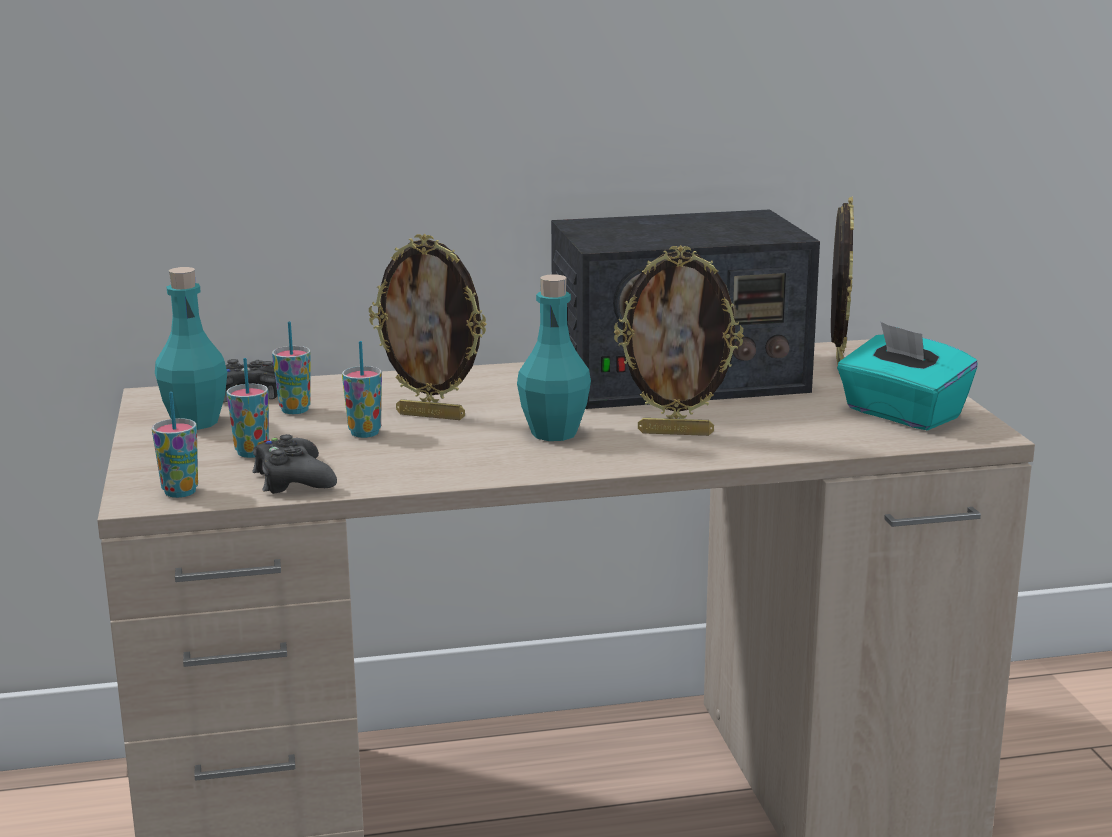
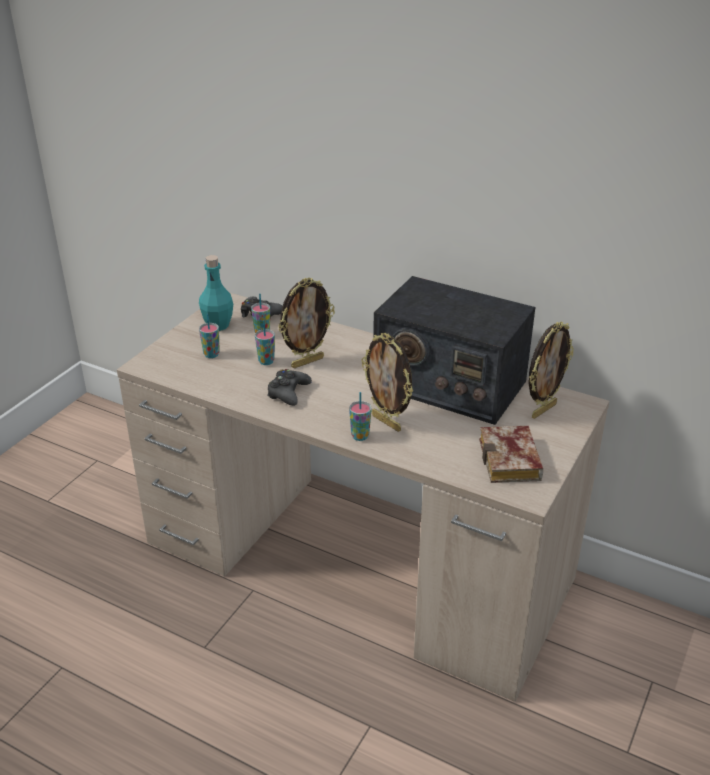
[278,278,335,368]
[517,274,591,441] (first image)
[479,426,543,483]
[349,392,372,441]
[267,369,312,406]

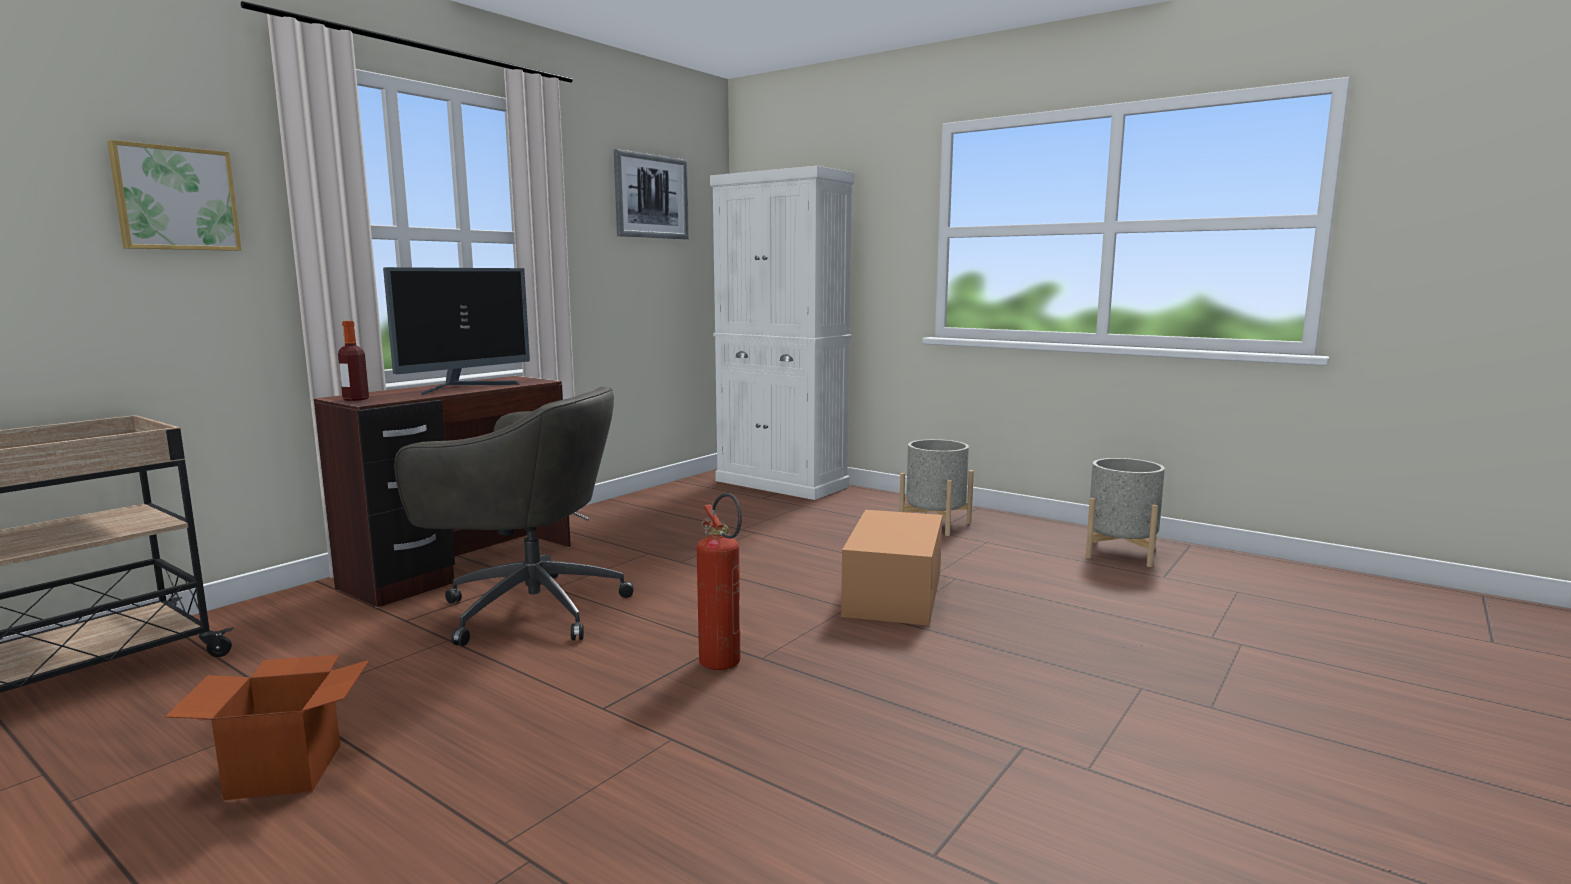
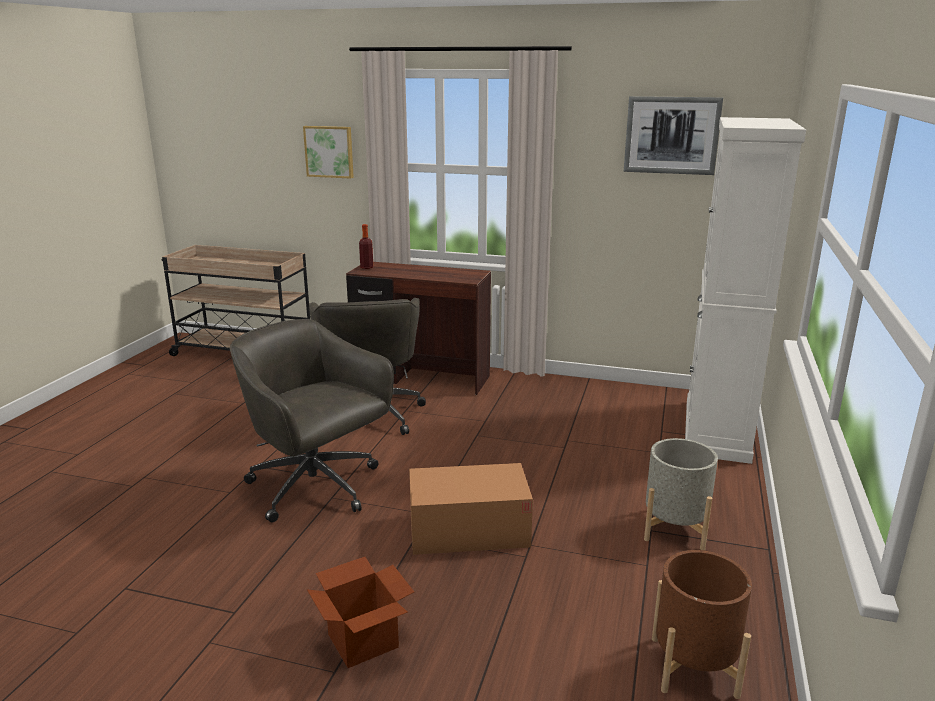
[383,267,530,395] (first image)
[652,550,752,699]
[230,319,394,523]
[307,557,414,668]

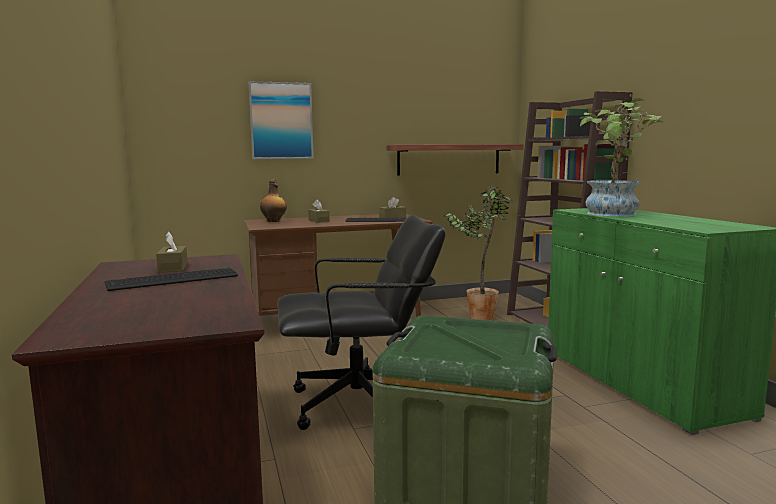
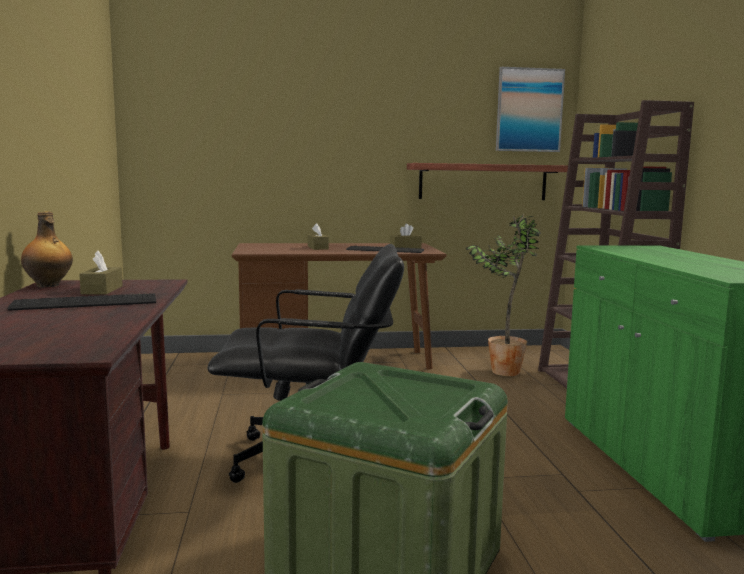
[496,67,565,152]
[580,98,663,216] (first image)
[21,211,73,287]

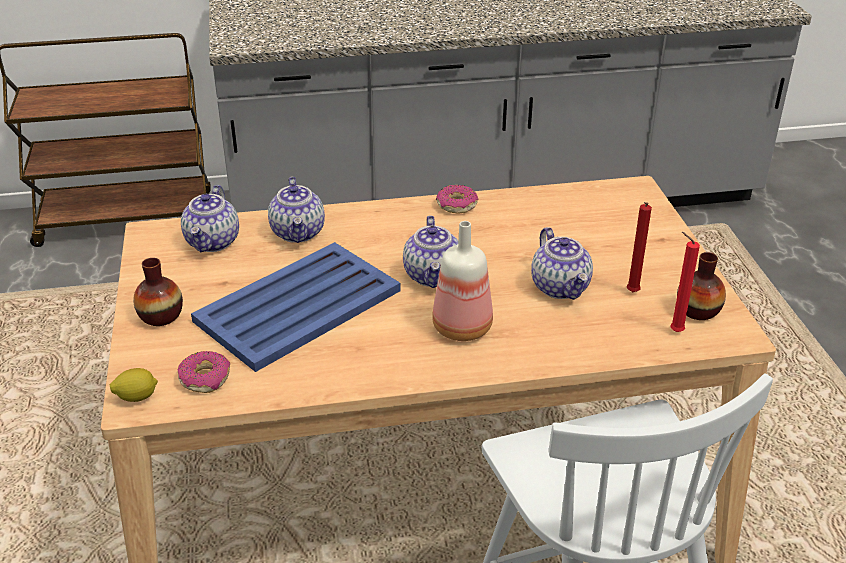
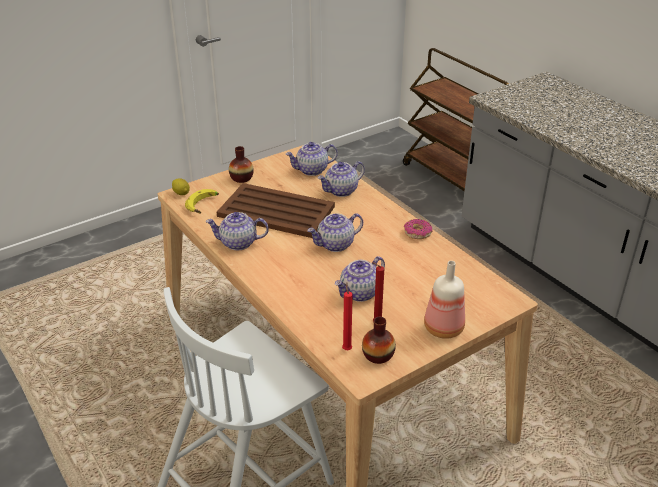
[424,261,465,339]
[217,183,335,238]
[185,189,219,213]
[206,212,269,250]

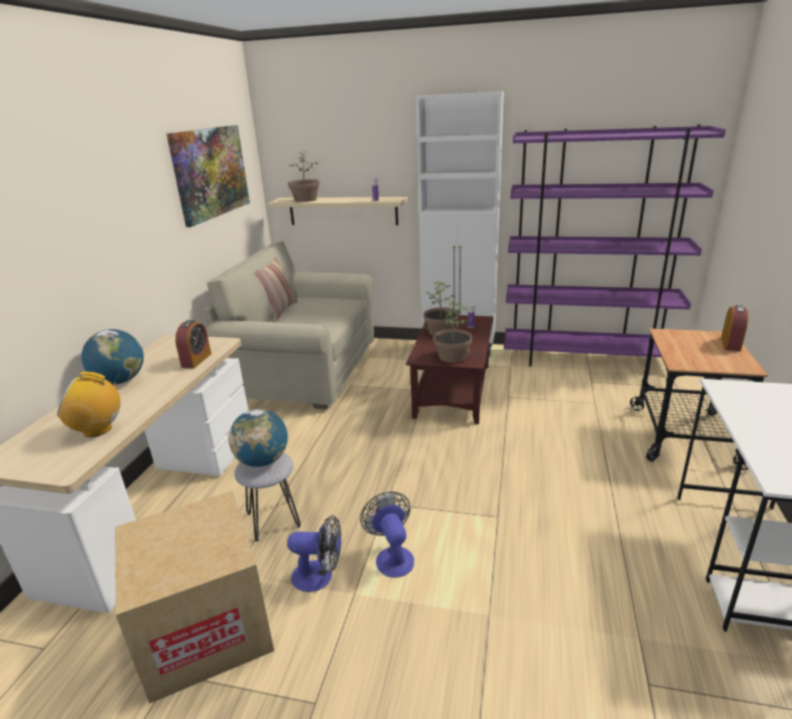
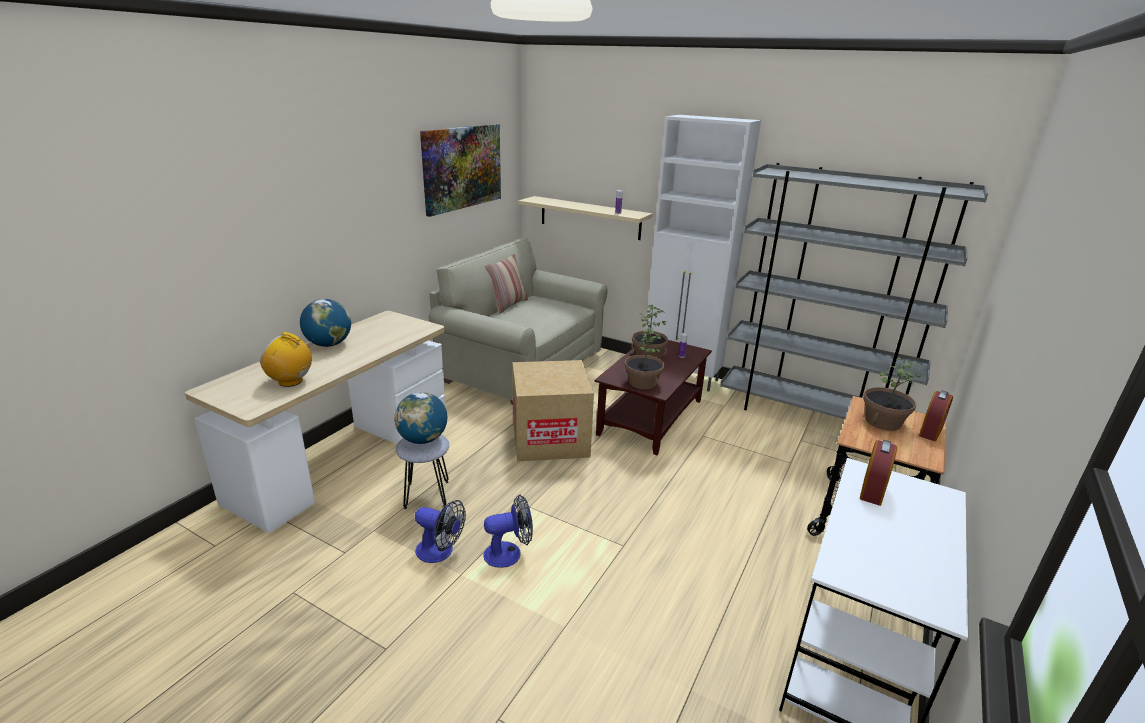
[720,163,988,419]
[863,359,921,431]
[860,440,897,506]
[513,360,594,462]
[483,495,533,568]

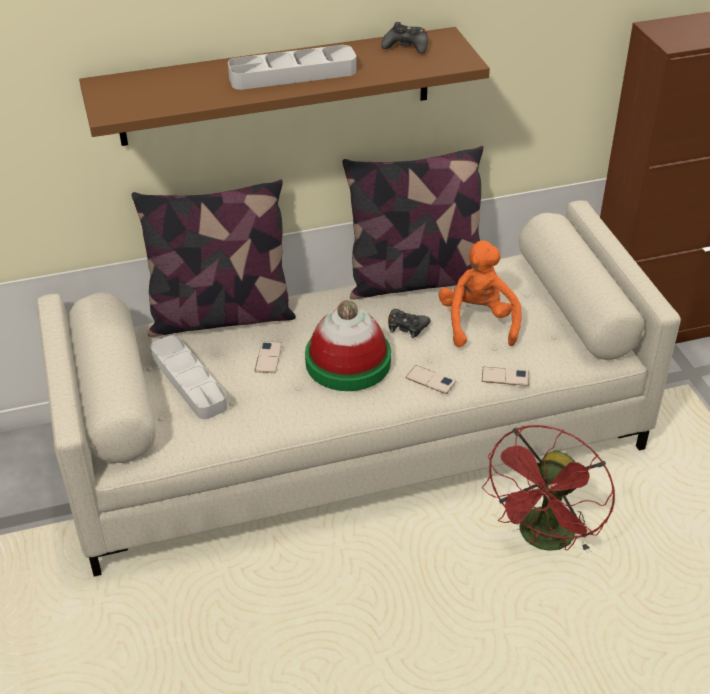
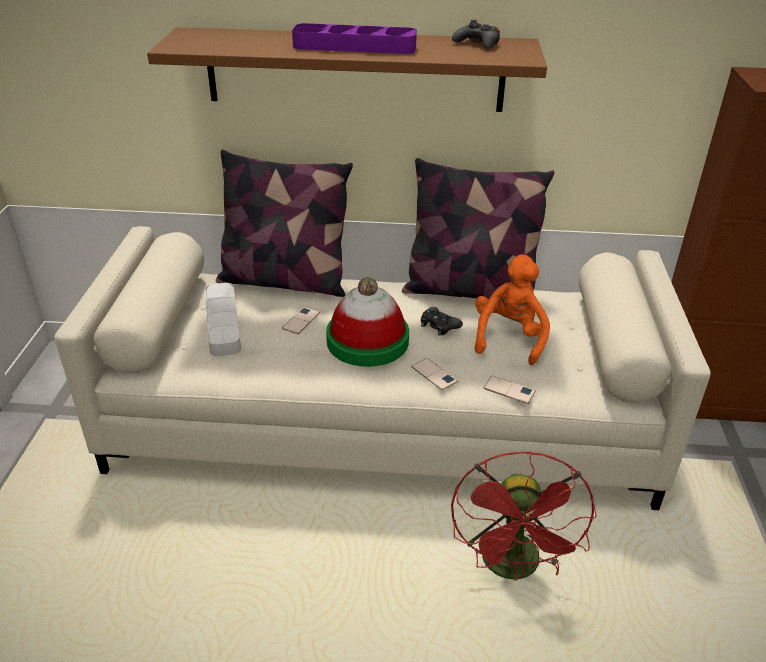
[292,23,417,54]
[451,451,597,581]

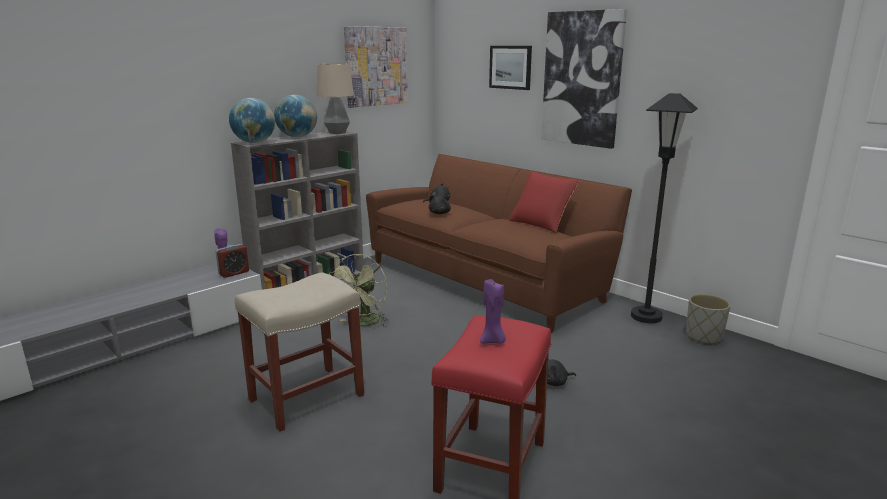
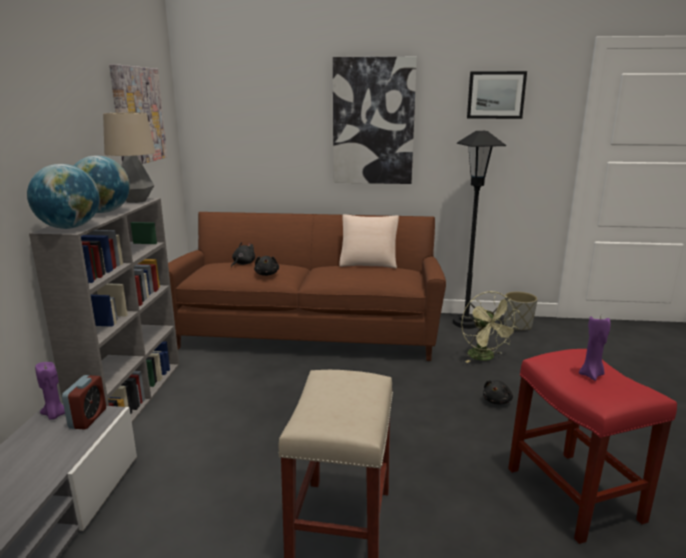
[467,71,527,119]
[339,214,399,269]
[461,291,520,363]

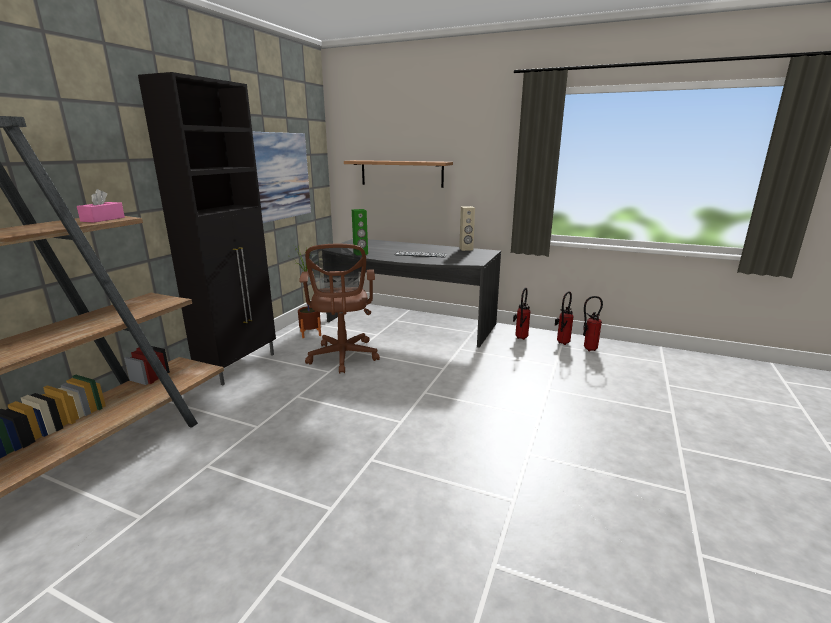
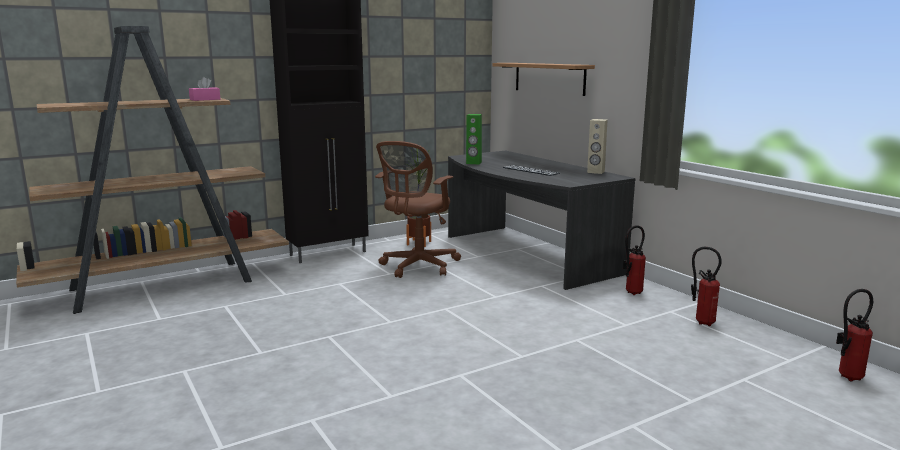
[252,132,311,223] (first image)
[836,289,873,382]

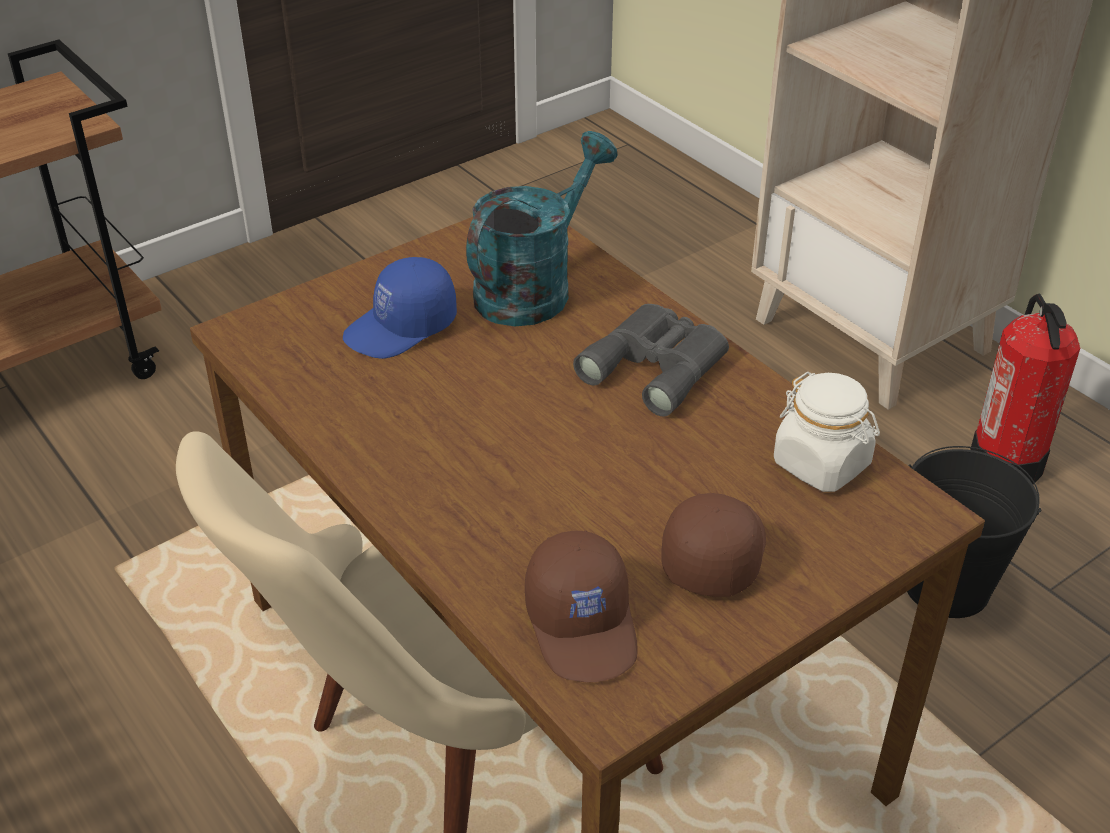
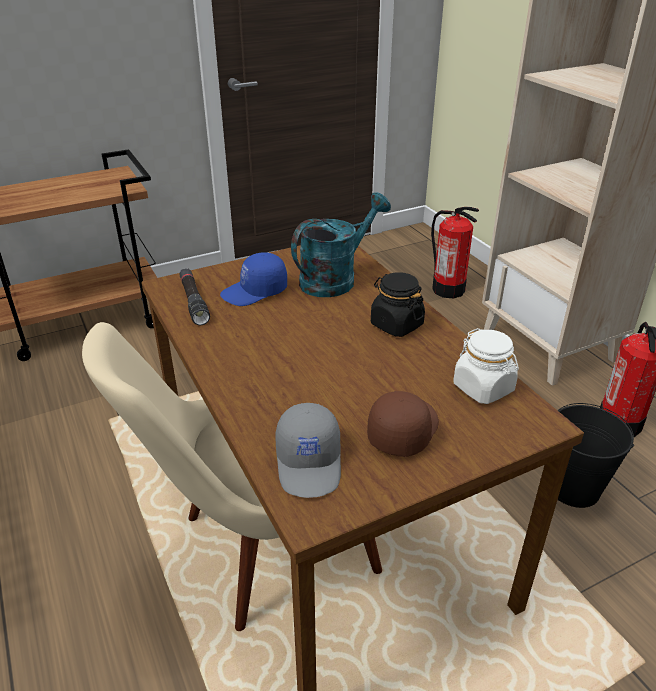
[371,272,425,337]
[275,403,341,498]
[431,207,479,298]
[179,269,210,325]

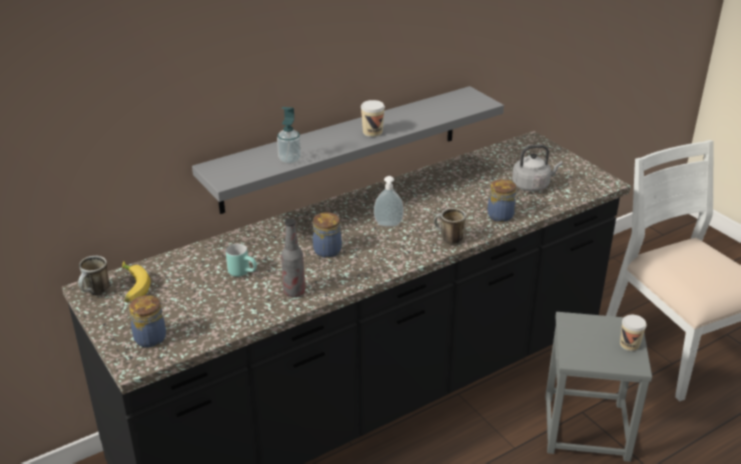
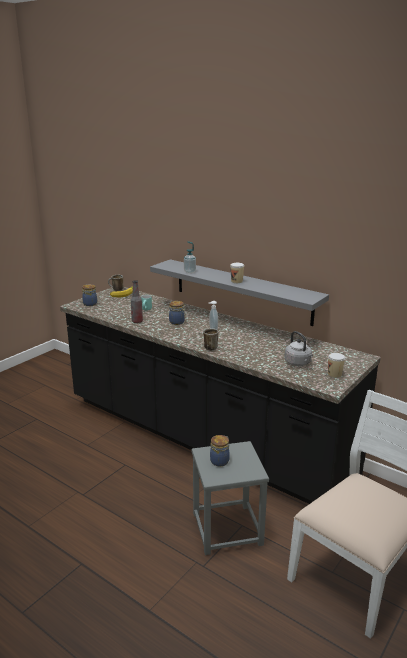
[210,435,230,466]
[328,353,345,378]

